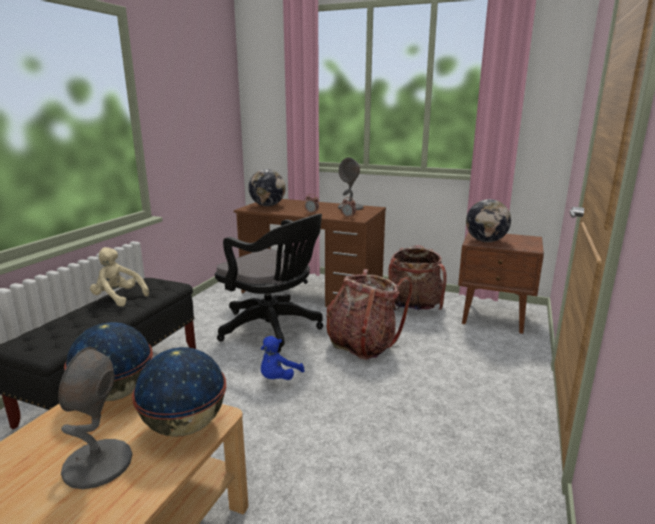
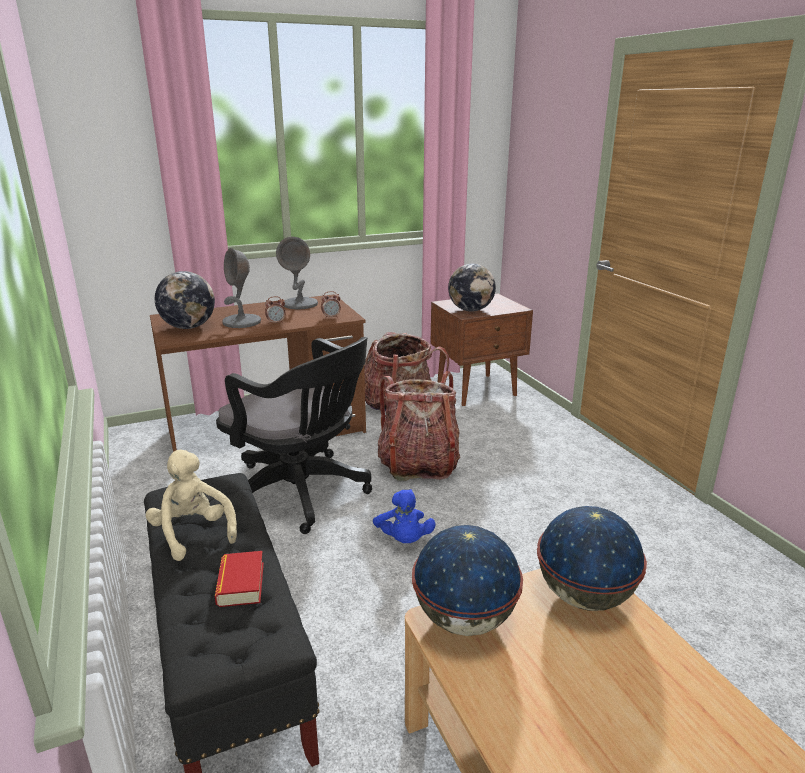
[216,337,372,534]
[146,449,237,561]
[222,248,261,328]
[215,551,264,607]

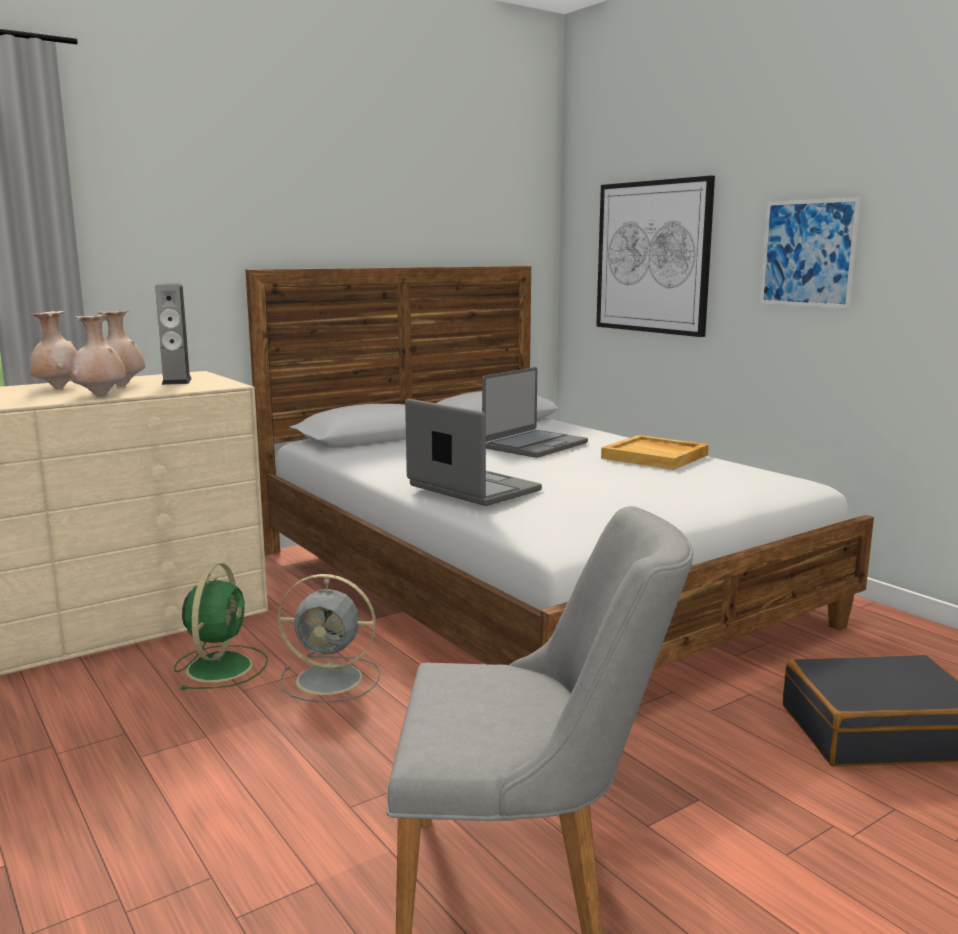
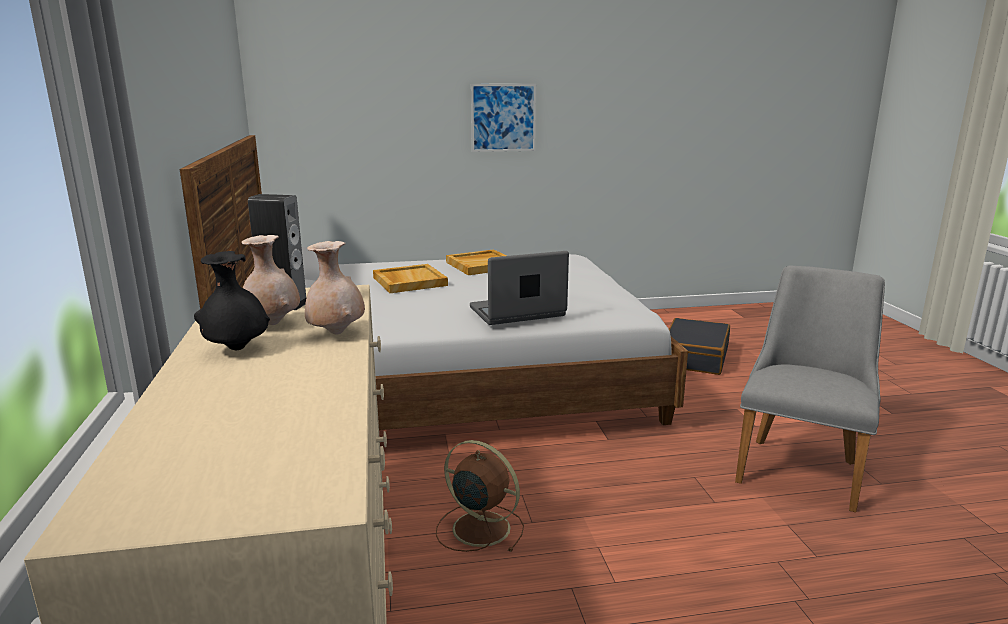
[596,176,715,337] (first image)
[194,251,270,350]
[373,264,448,293]
[436,440,524,552]
[278,574,380,703] (first image)

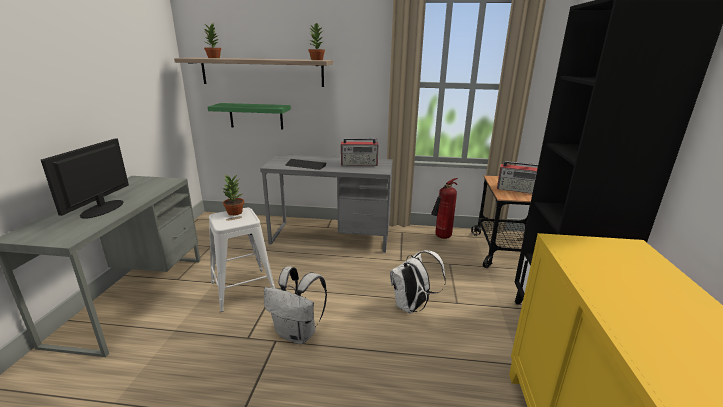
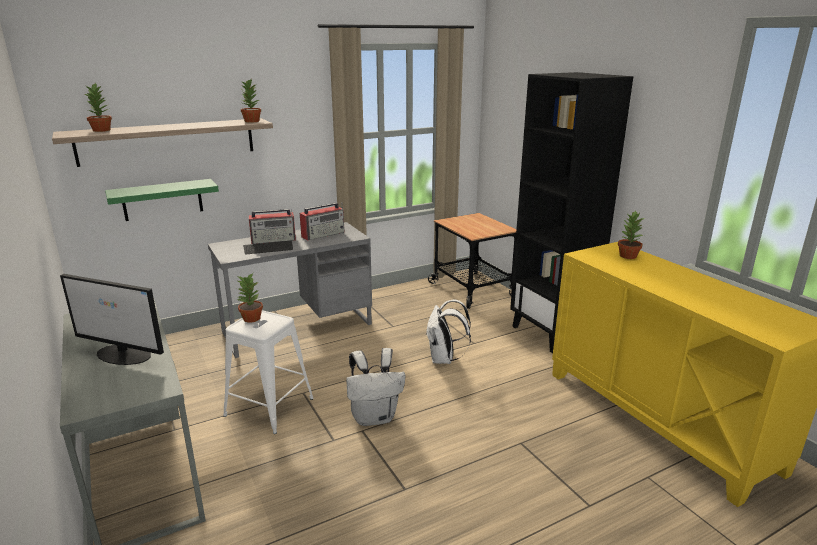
[60,274,164,365]
[249,209,296,244]
[431,178,458,239] (first image)
[618,211,644,259]

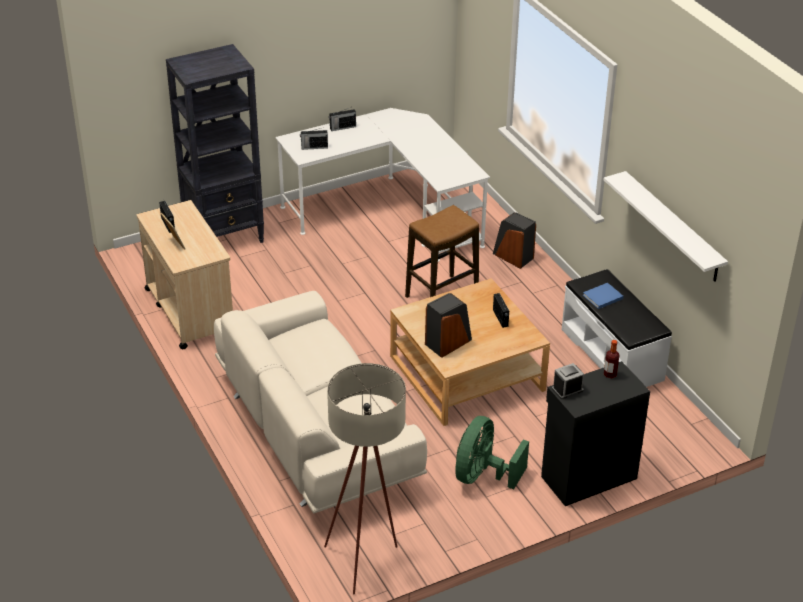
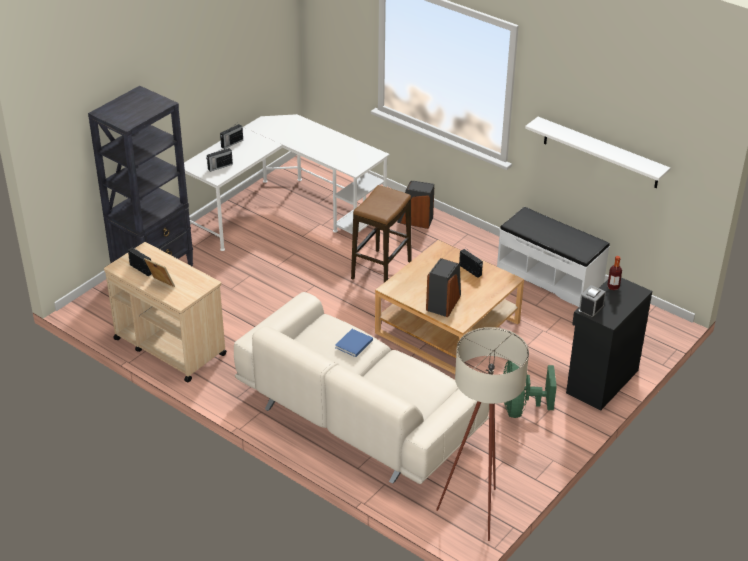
[335,329,373,357]

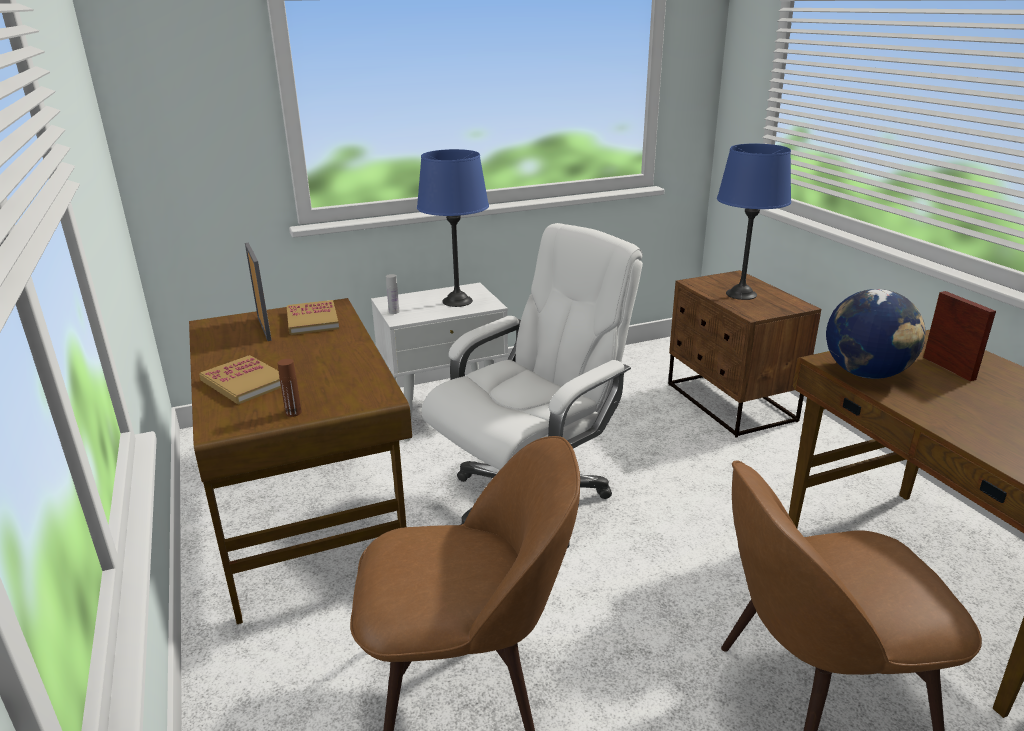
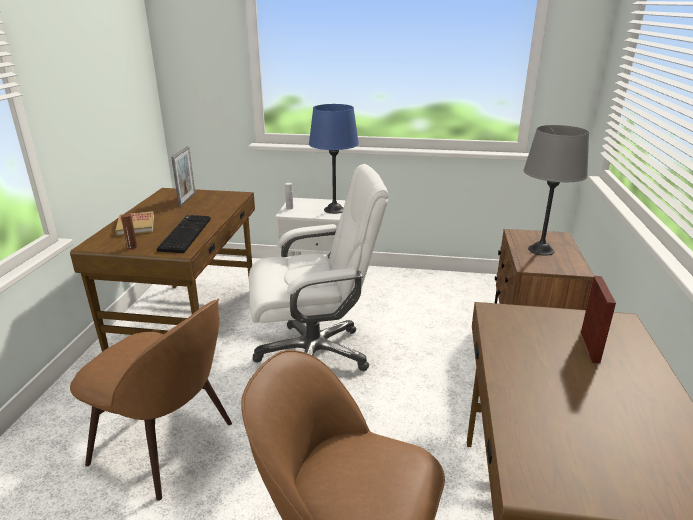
[523,125,589,256]
[826,289,925,379] (first image)
[287,300,339,335] (first image)
[157,215,211,253]

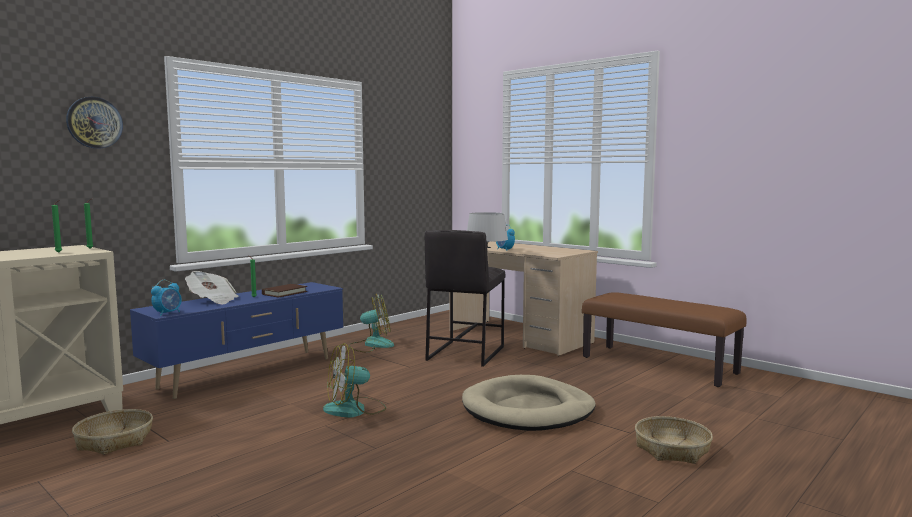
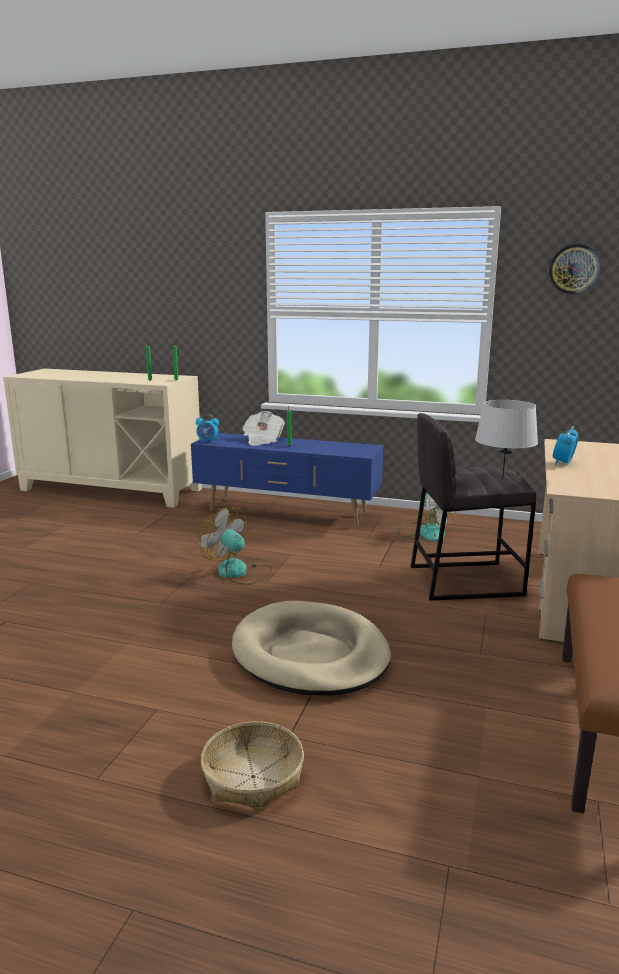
[549,244,600,294]
[262,284,307,298] (first image)
[72,409,153,455] (first image)

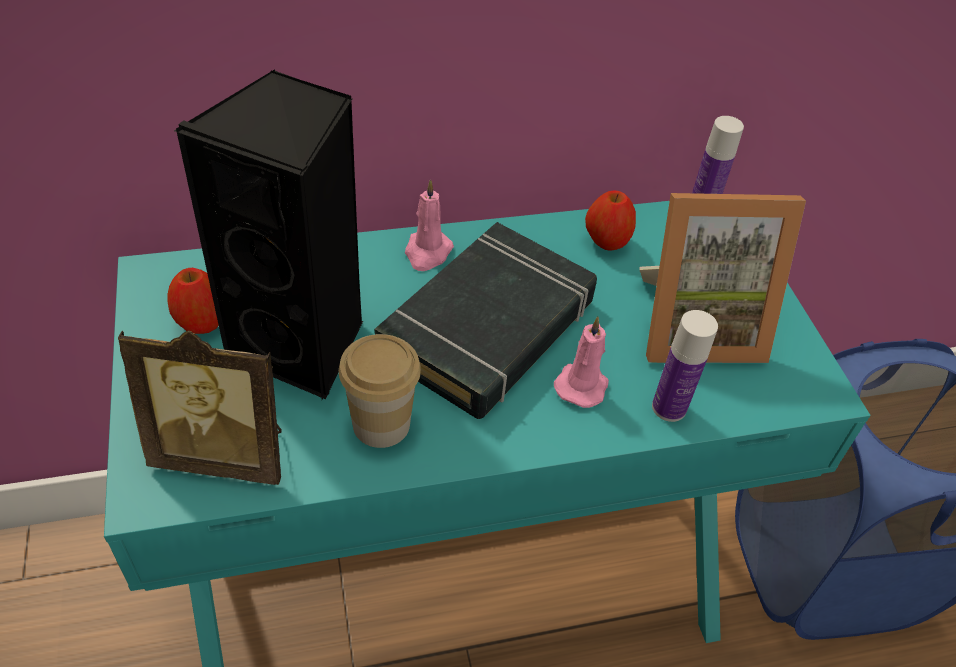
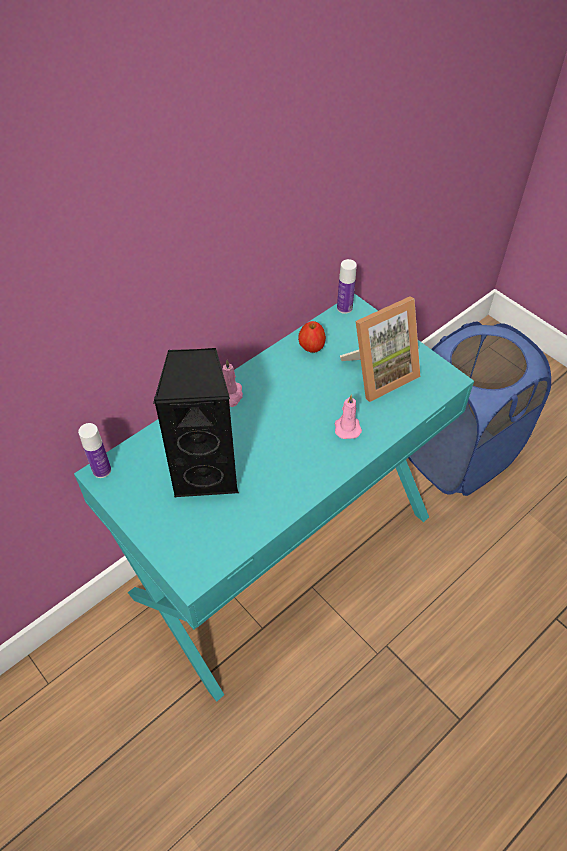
[375,222,597,419] (first image)
[167,268,219,334] (first image)
[78,423,111,478]
[118,330,282,485] (first image)
[339,334,421,448] (first image)

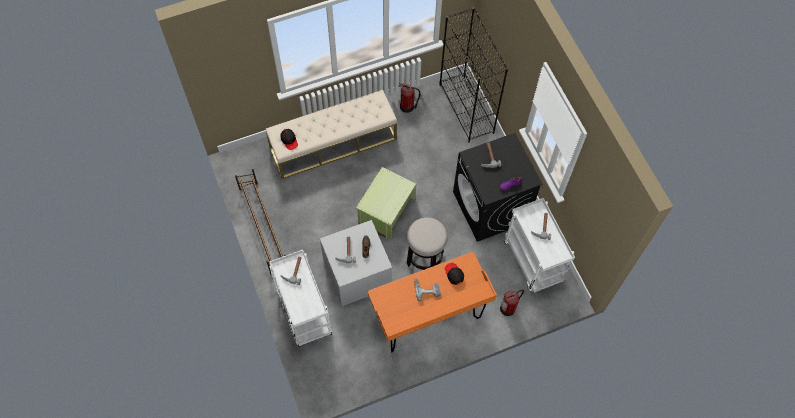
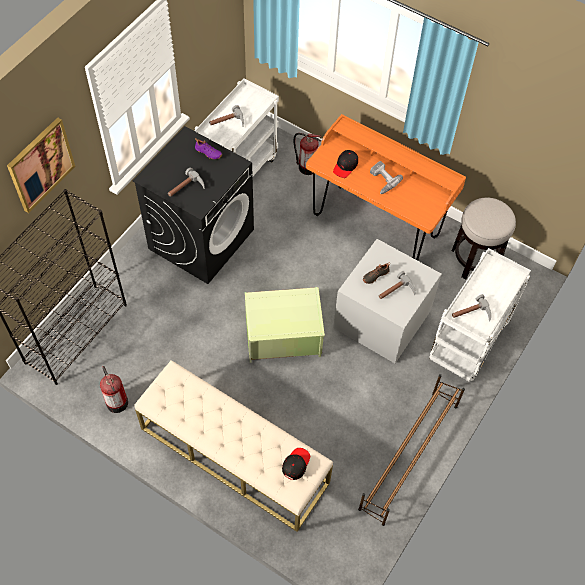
[452,198,516,279]
[7,118,75,213]

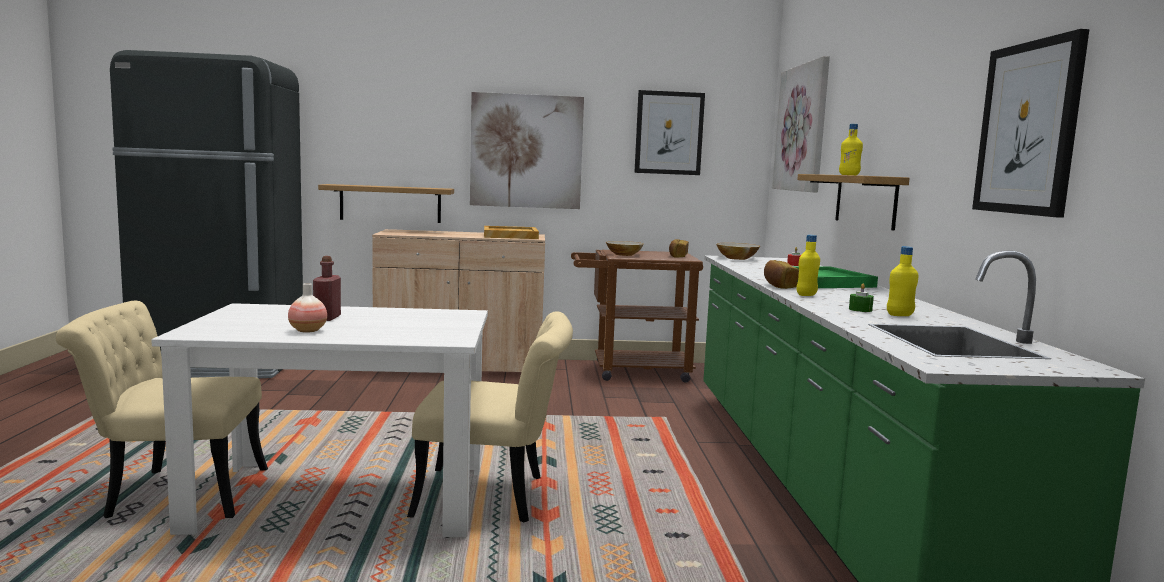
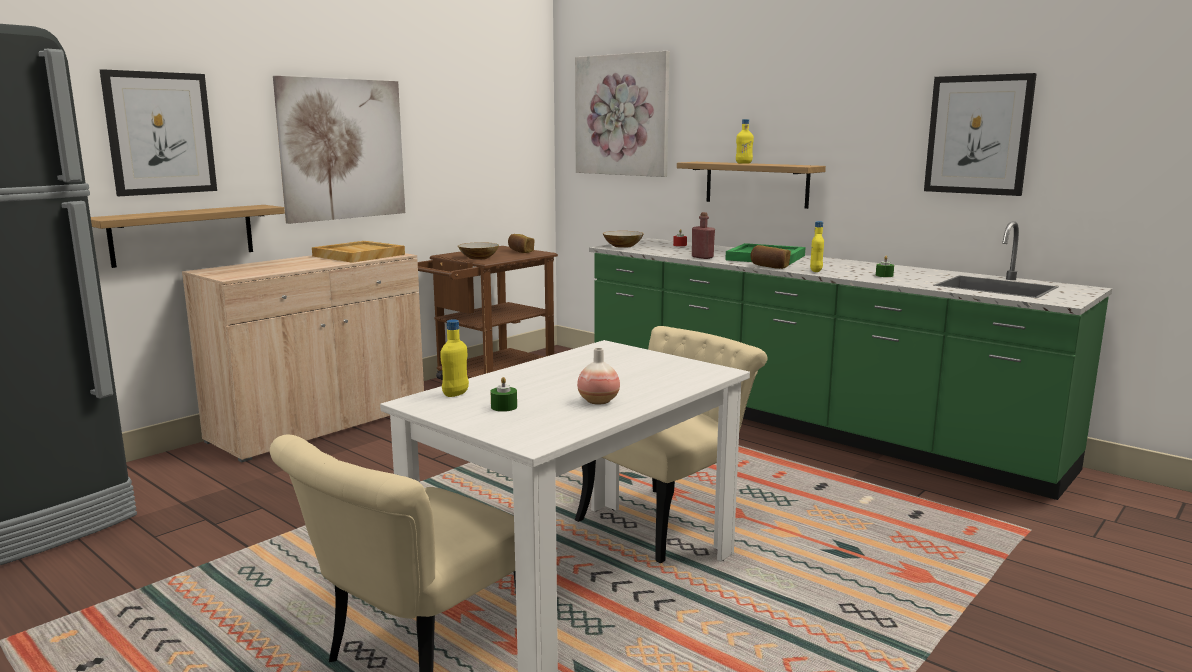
[100,69,217,196]
[440,319,469,397]
[692,212,715,259]
[490,377,517,412]

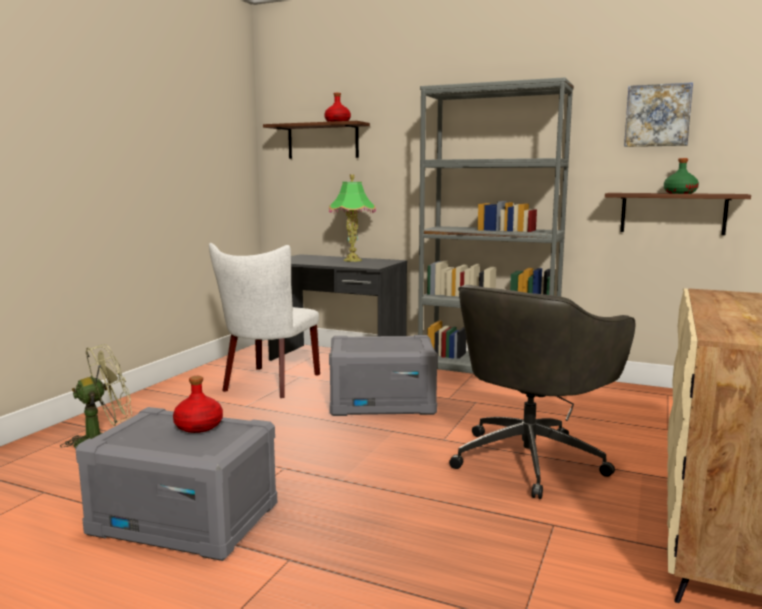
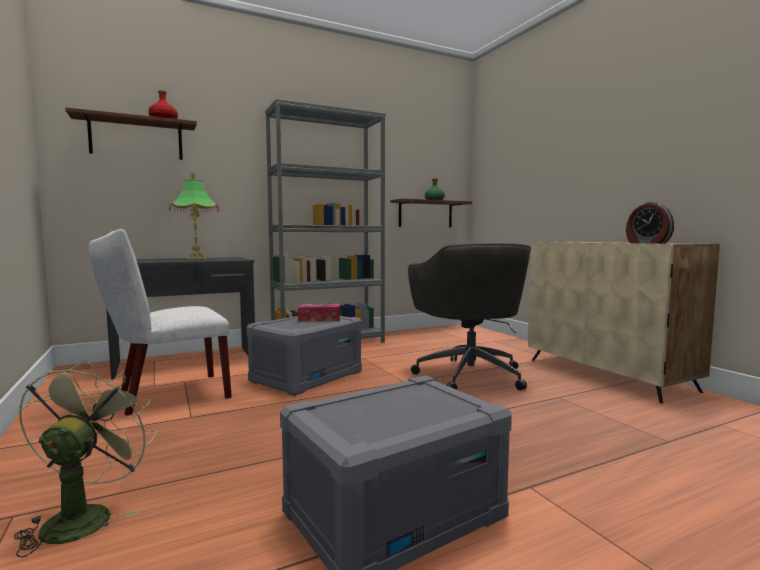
[624,82,693,147] (first image)
[89,229,232,416]
[173,376,223,433] (first image)
[626,202,674,244]
[298,304,340,322]

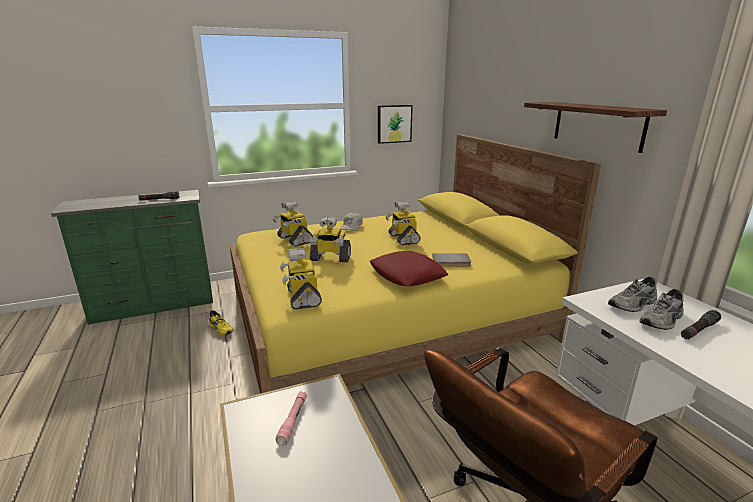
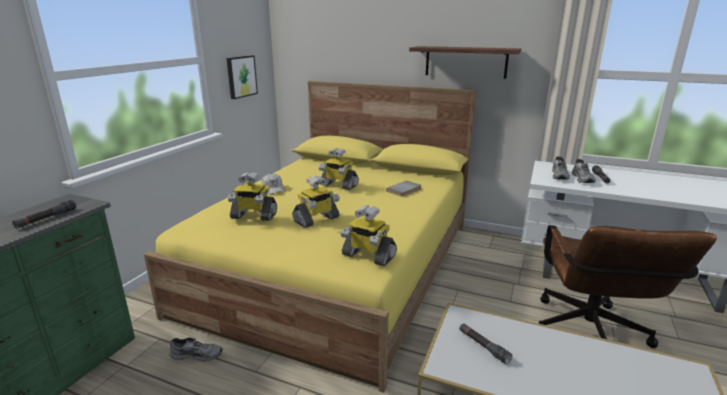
[370,251,449,286] (first image)
[170,338,222,361]
[459,323,512,364]

